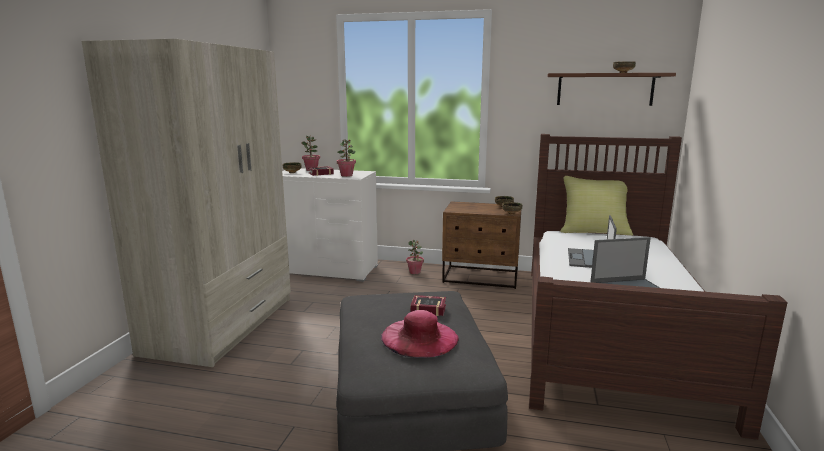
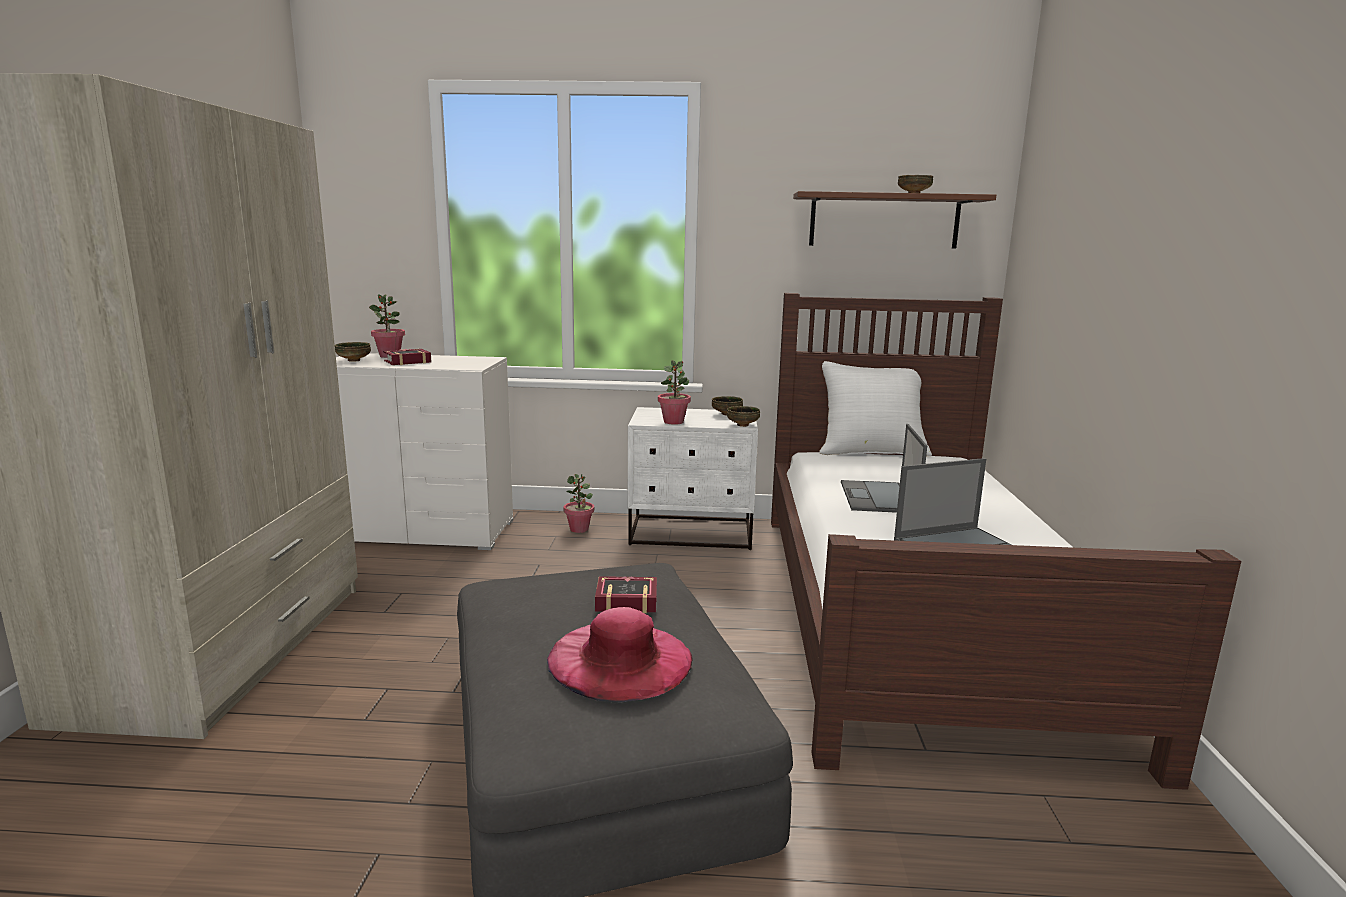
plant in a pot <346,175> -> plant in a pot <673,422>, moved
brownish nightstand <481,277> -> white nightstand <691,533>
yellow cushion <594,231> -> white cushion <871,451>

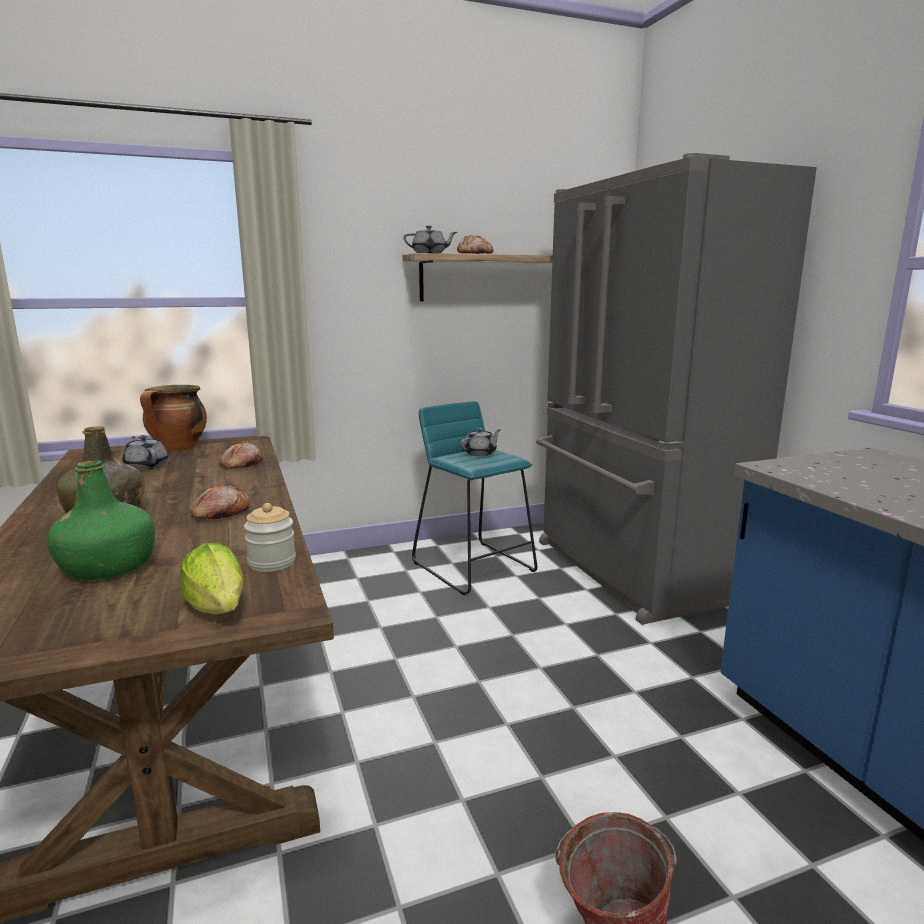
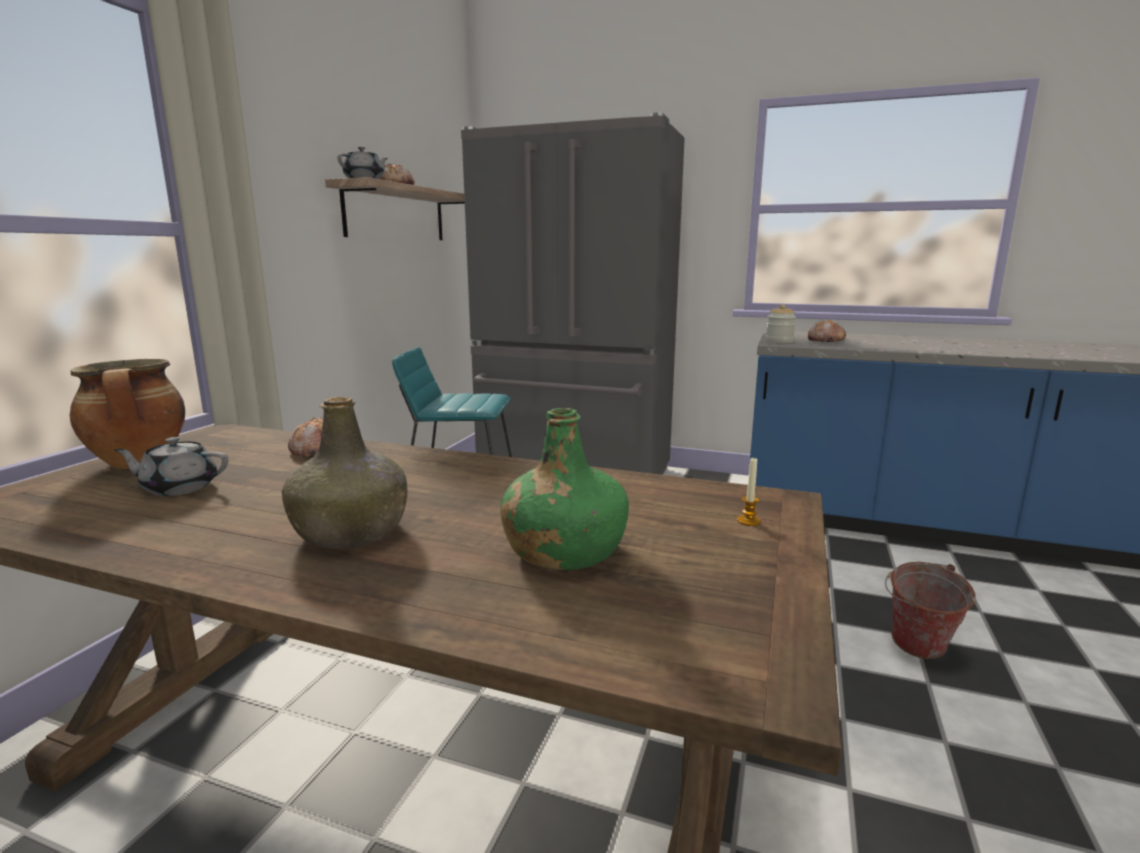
grey tea pot <480,453> -> none
baked bread <220,513> -> baked bread <824,340>, moved
storage jar <272,563> -> storage jar <779,341>, moved
lettuce <218,607> -> wax candle <748,521>

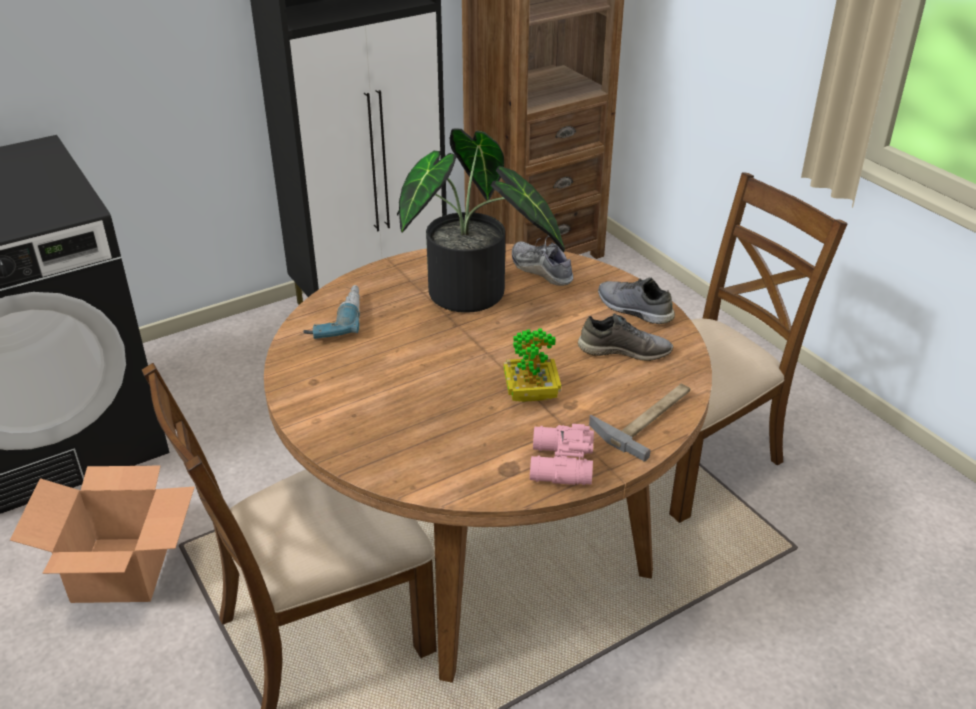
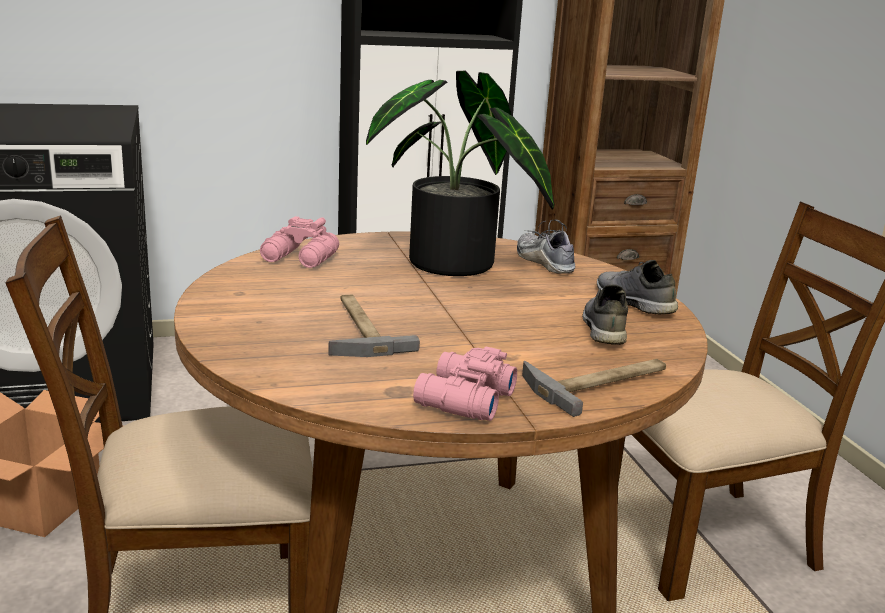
plant in a pot <531,394> -> none
none -> tool hammer <359,328>
electric drill <335,319> -> pink field glasses <300,259>
grey item of footwear <624,350> -> grey item of footwear <603,328>, 105 degrees counterclockwise

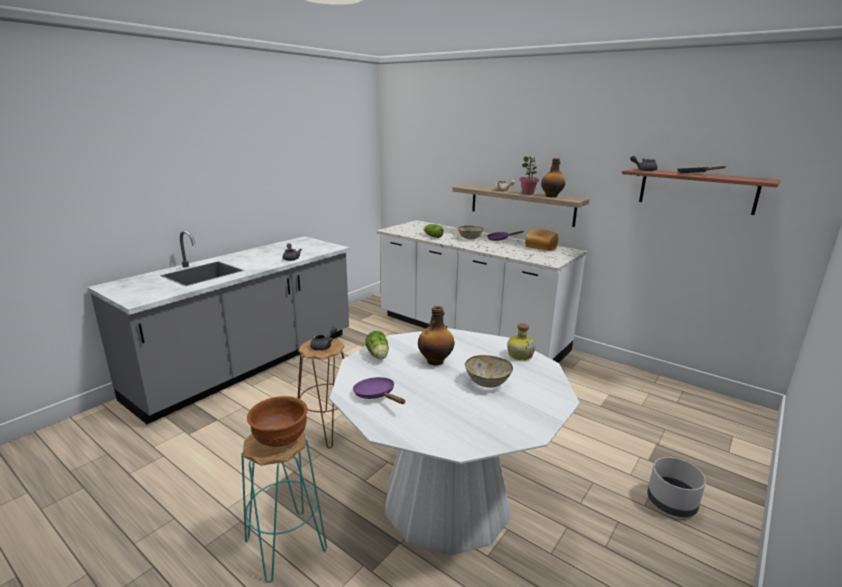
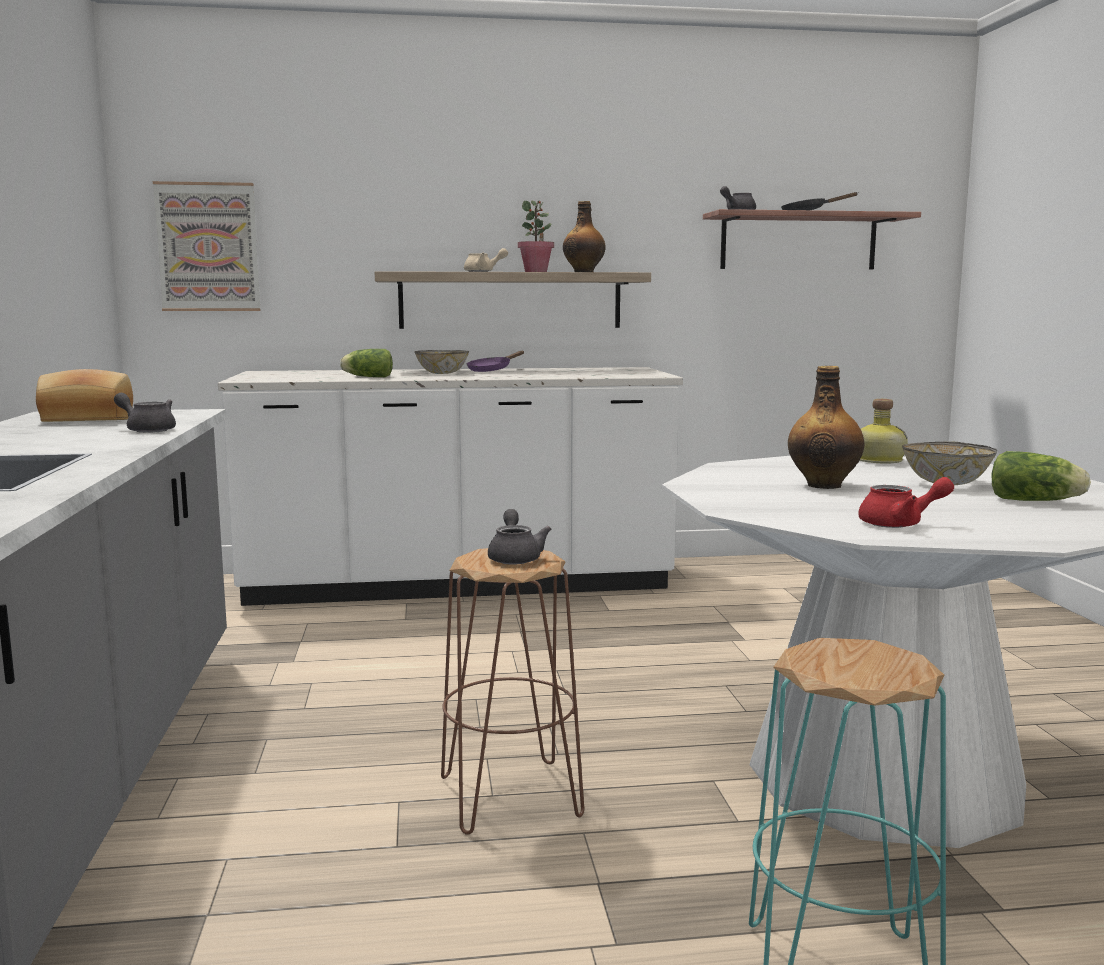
brownish bowl <280,440> -> none
grey planter <672,503> -> none
none -> wall picture <208,247>
lettuce <378,355> -> lettuce <1037,501>, moved
baked bread <540,247> -> baked bread <87,419>, moved
purple-coloured frying pan <377,395> -> red tea pot <900,524>

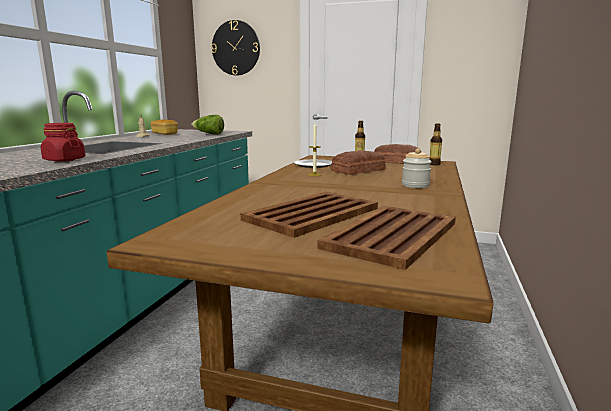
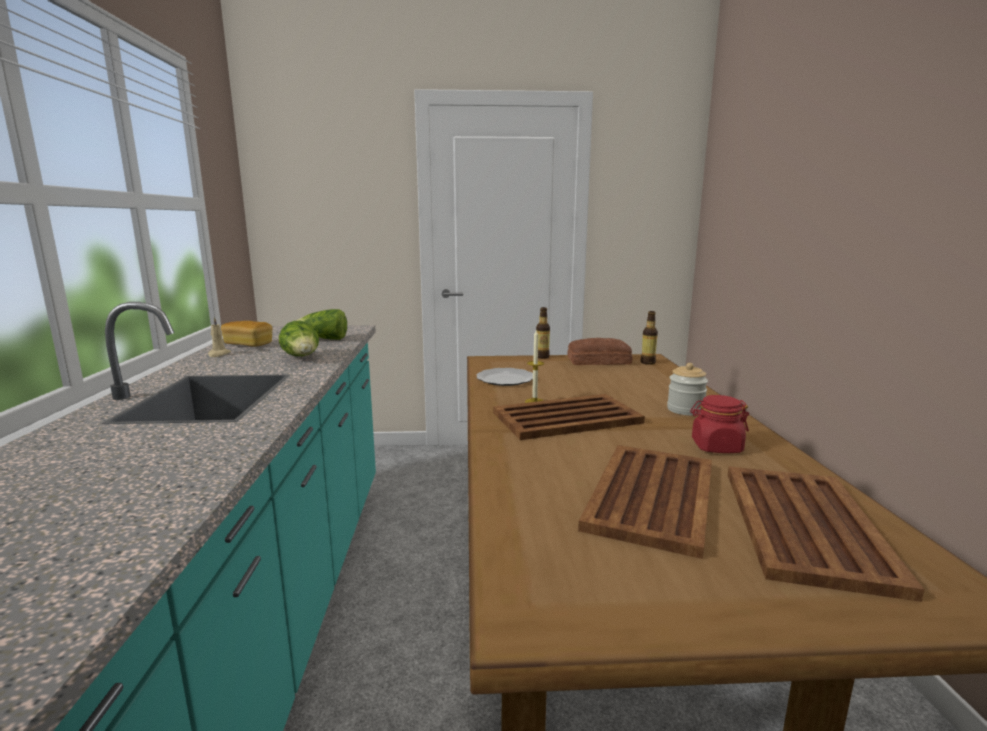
wall clock <236,48> -> none
baked bread <359,170> -> none
none -> lettuce <302,357>
none -> brownish serving tray <568,418>
red storage jar <64,160> -> red storage jar <716,447>, moved

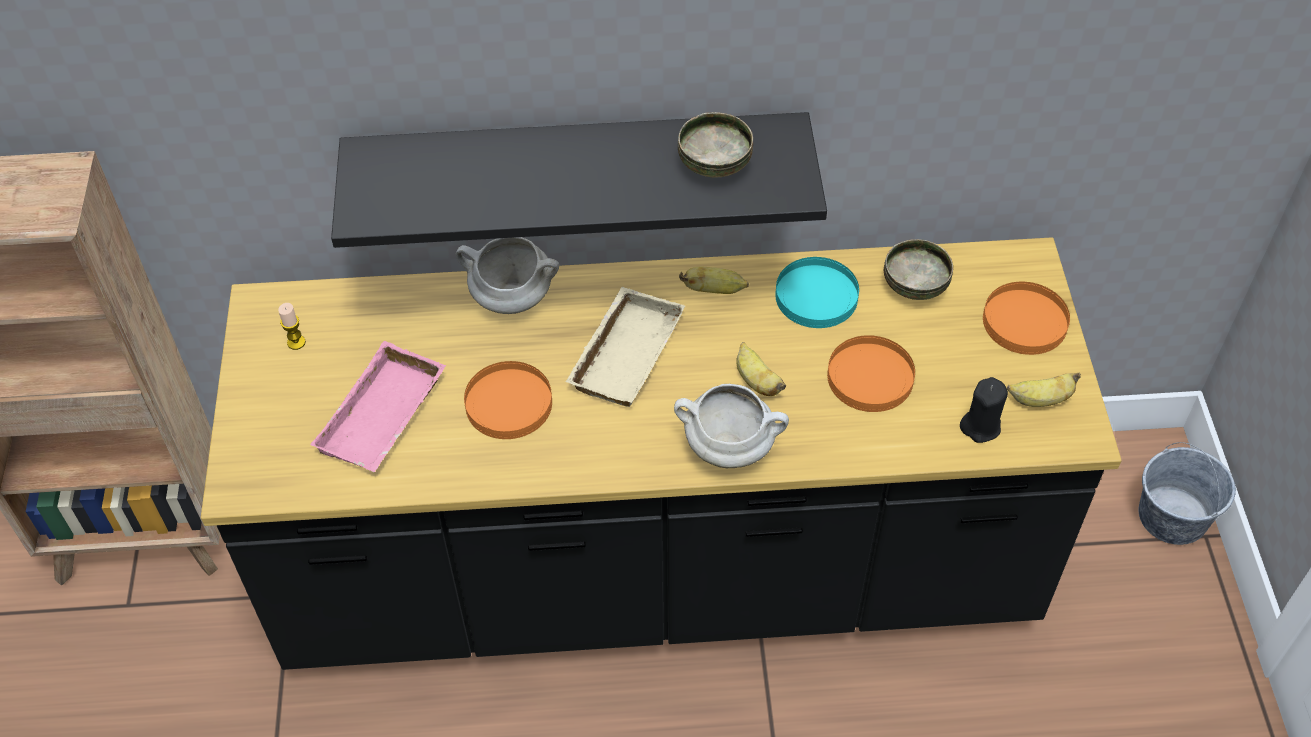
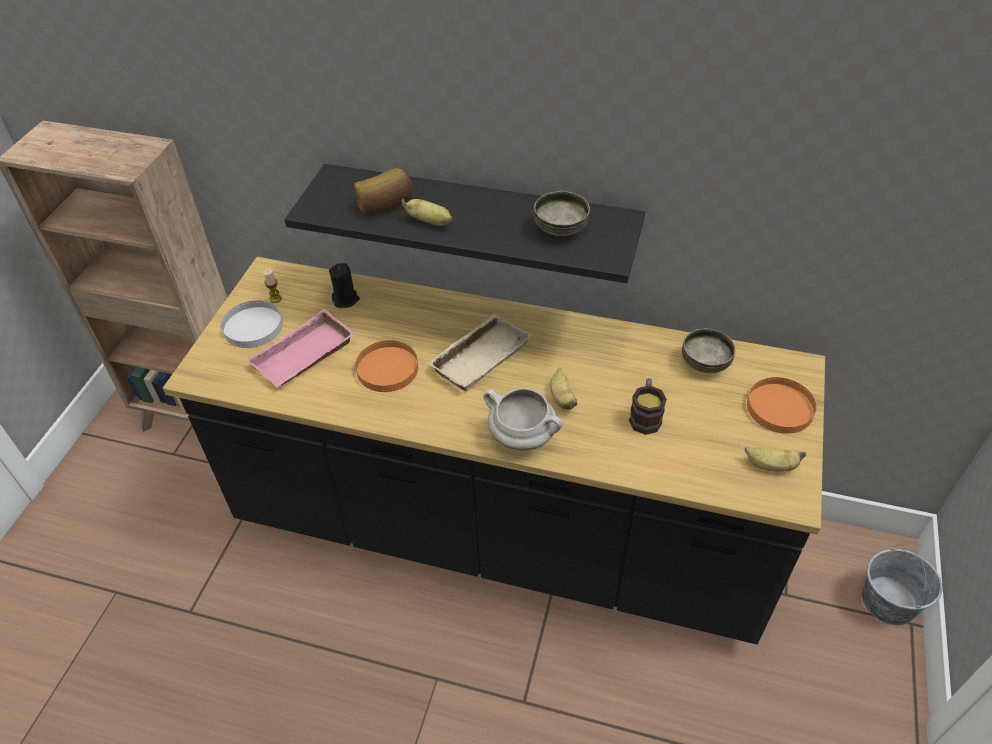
white stockpot <510,298> -> none
turquoise flat dish <816,296> -> none
none -> white flat dish <253,326>
none -> baked bread <386,205>
banana <714,290> -> banana <430,222>, moved
black wax candle <980,426> -> black wax candle <346,299>, moved
orangey flat dish <869,377> -> mug <645,416>

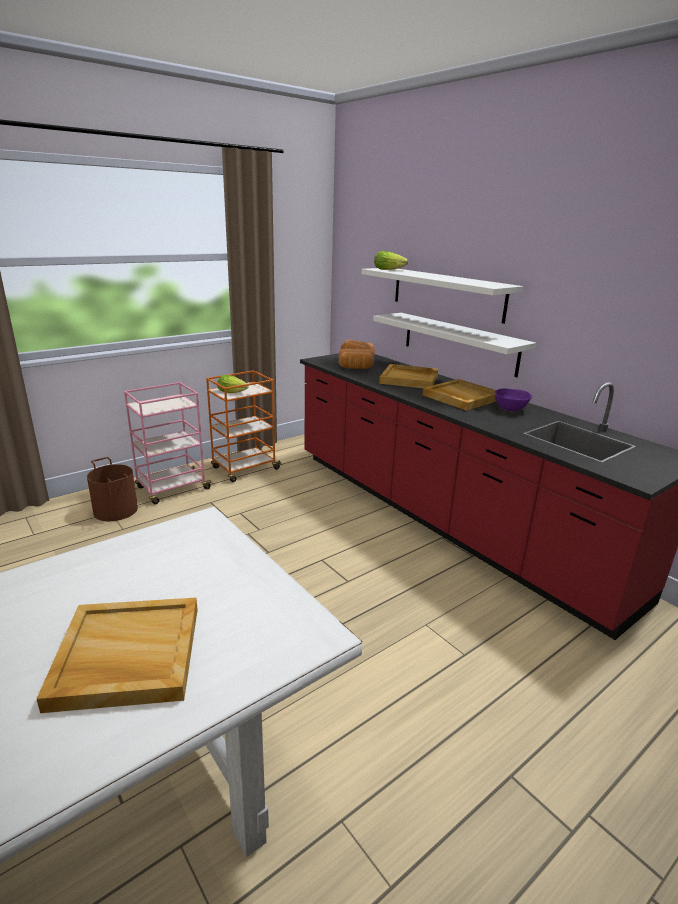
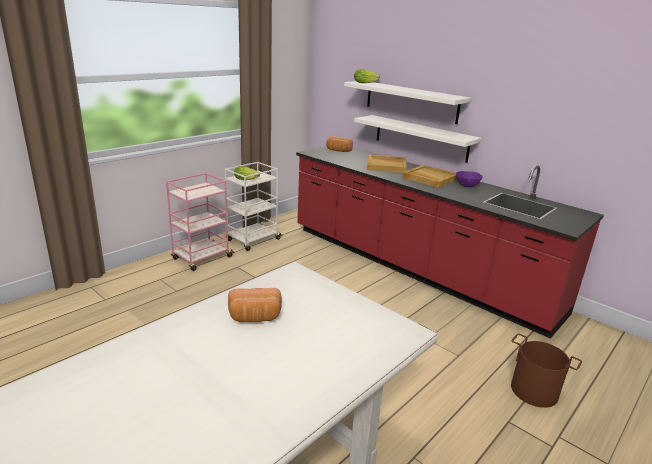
beige serving tray <126,656> -> none
brownish bucket <116,510> -> brownish bucket <534,390>, moved
baked bread <355,368> -> baked bread <255,317>, moved
orangey trolley <244,469> -> white trolley <253,240>

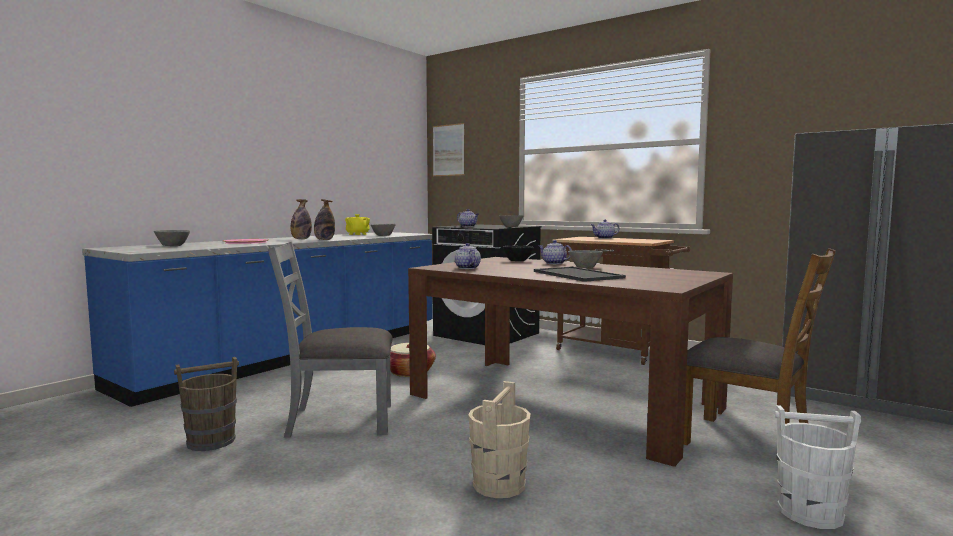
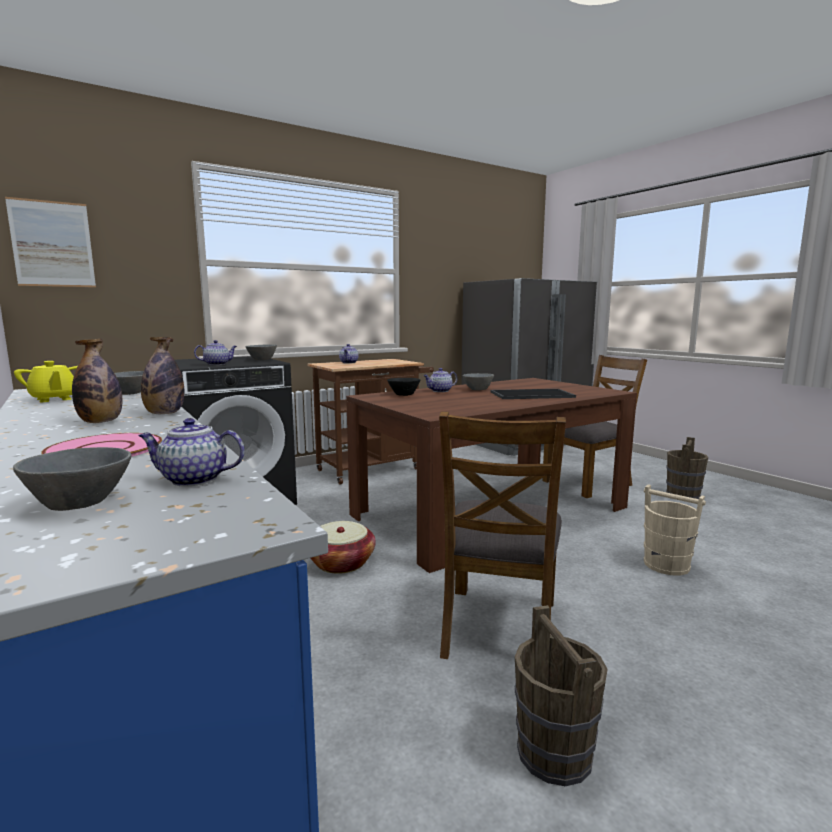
tea pot <467,268> -> tea pot <192,480>, moved
grey chair <339,420> -> brownish chair <499,627>
white bucket <811,513> -> brownish bucket <683,495>

